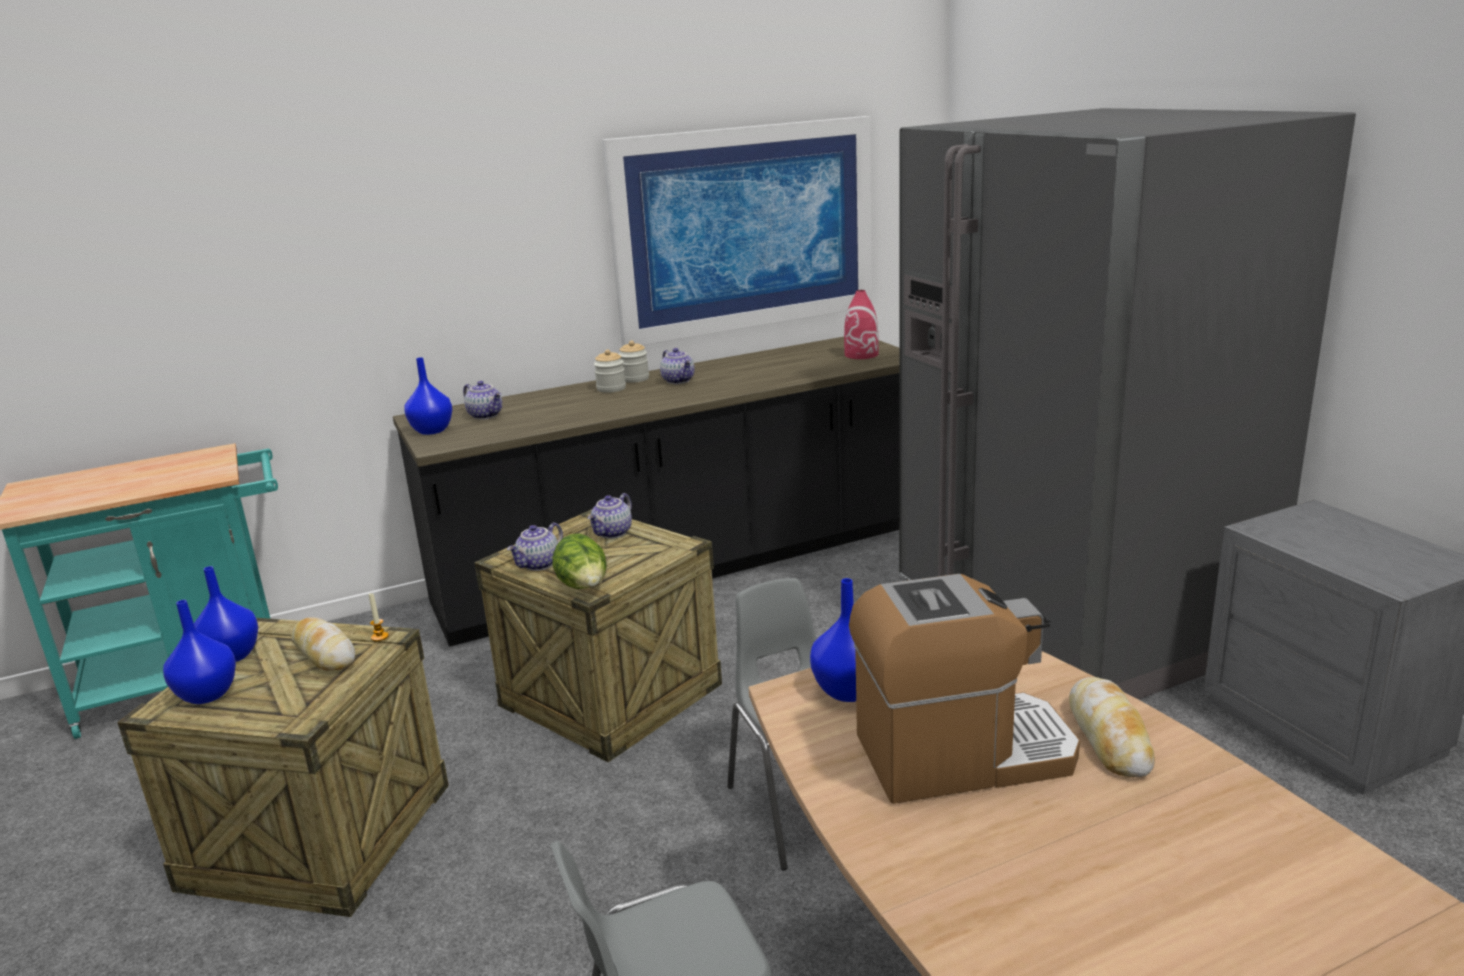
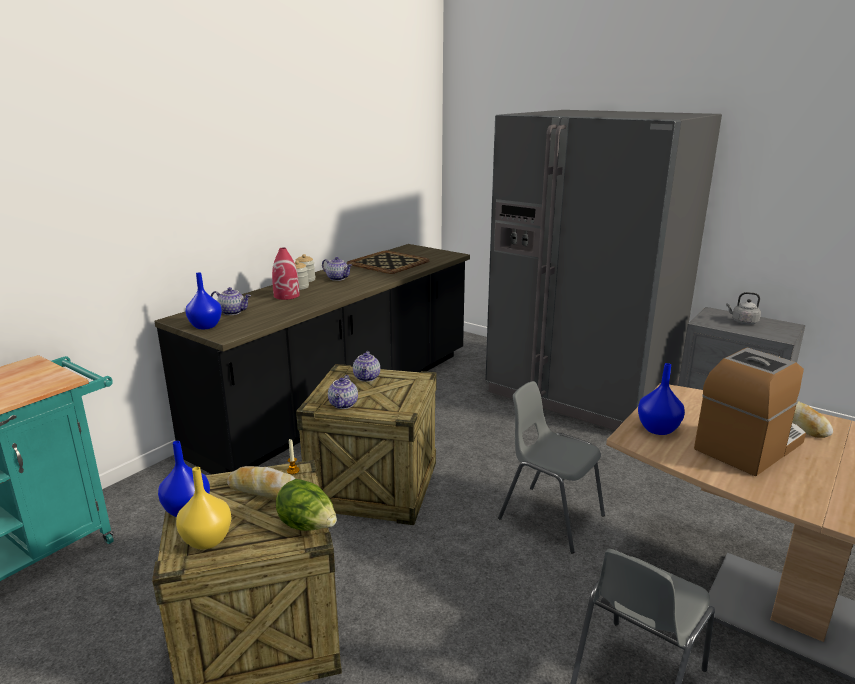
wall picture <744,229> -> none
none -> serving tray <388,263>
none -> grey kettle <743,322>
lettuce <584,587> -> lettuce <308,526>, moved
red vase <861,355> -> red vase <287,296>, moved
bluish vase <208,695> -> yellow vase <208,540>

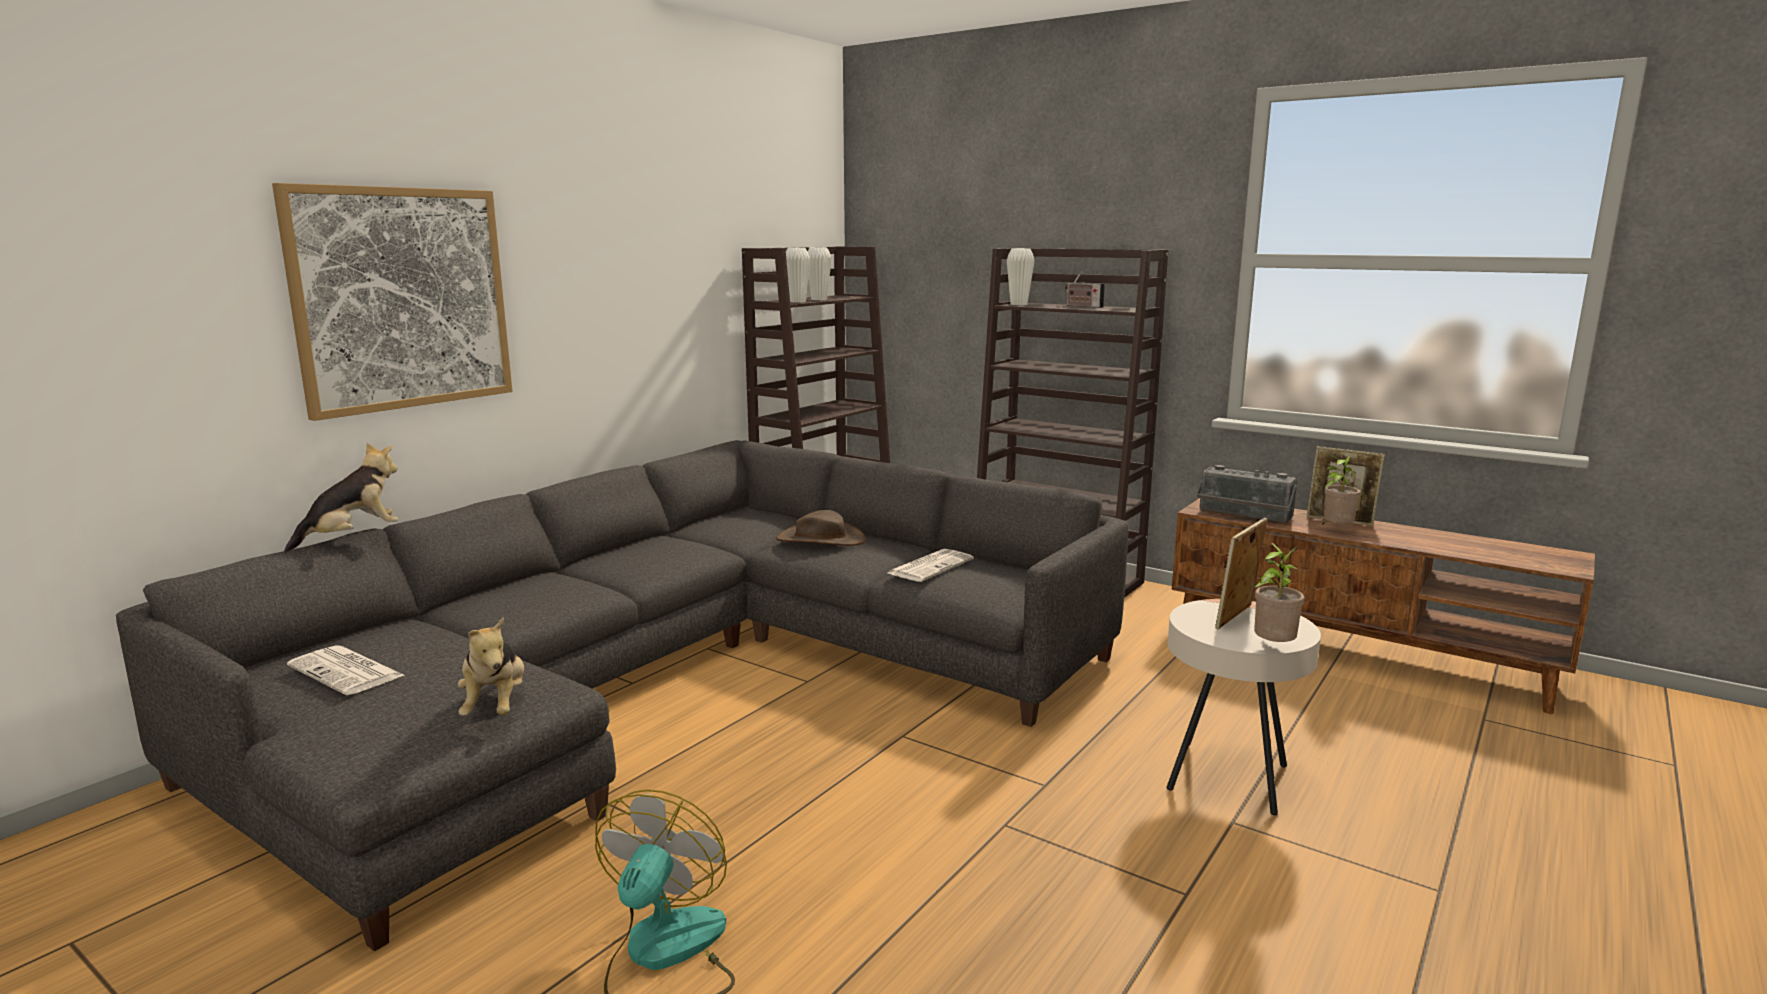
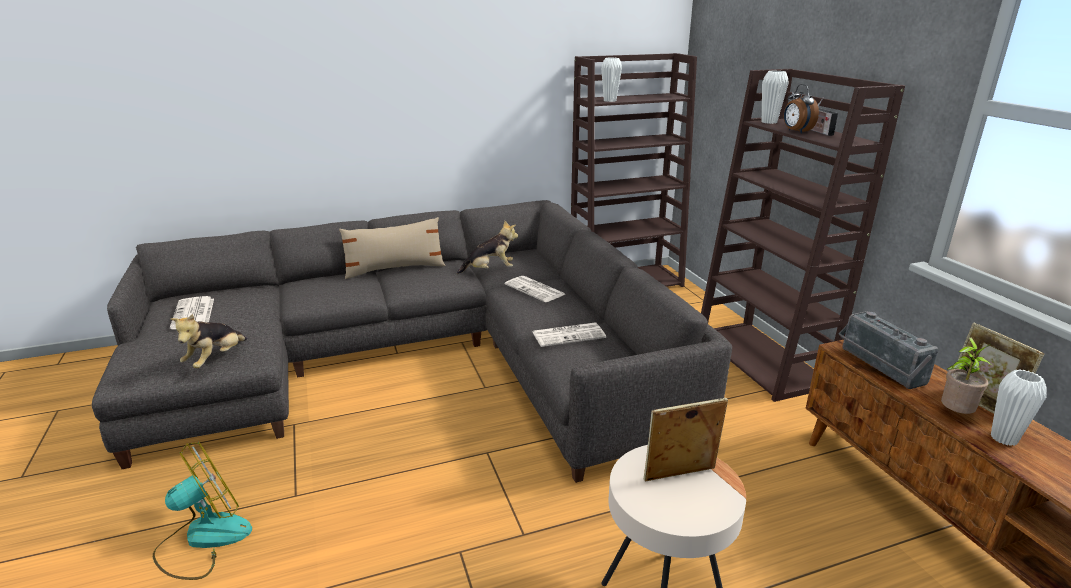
wall picture <402,298> -> none
plant in a pot <1272,648> -> none
none -> beige cushion <395,269>
none -> alarm clock <796,131>
soft toy <352,537> -> soft toy <490,270>, moved
white vase <819,299> -> white vase <1004,438>, moved
brownish hat <820,539> -> newspaper <536,290>

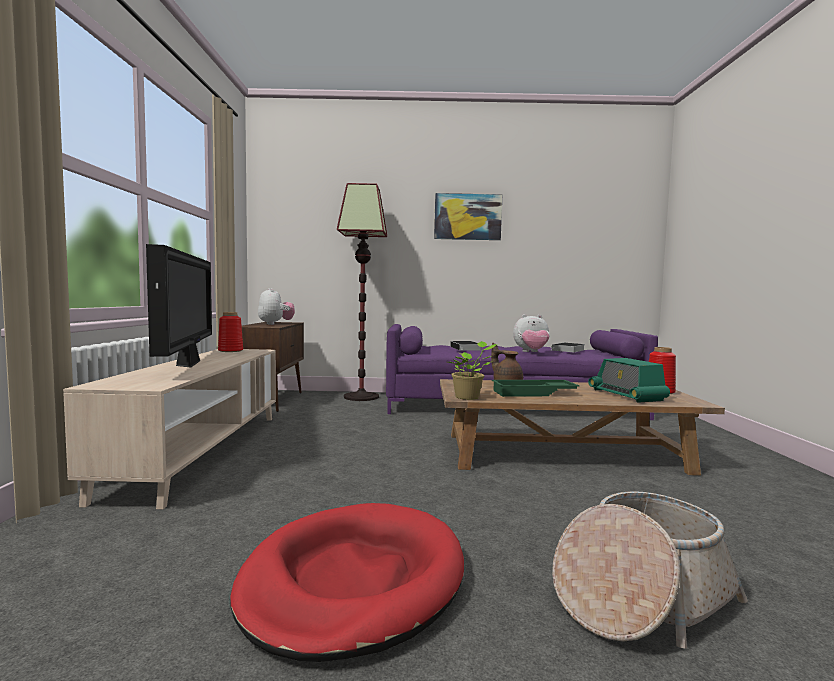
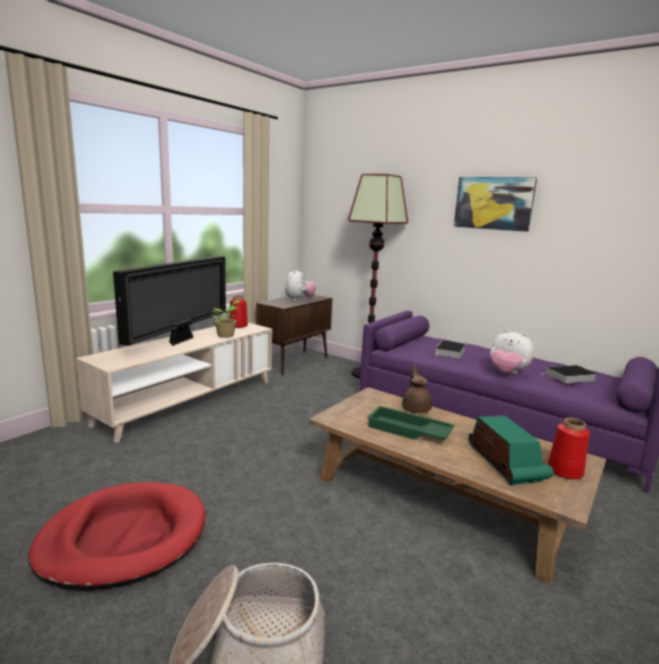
plant in a pot <469,397> -> plant in a pot <226,336>, moved
radio <626,395> -> radio <505,463>, 150 degrees clockwise

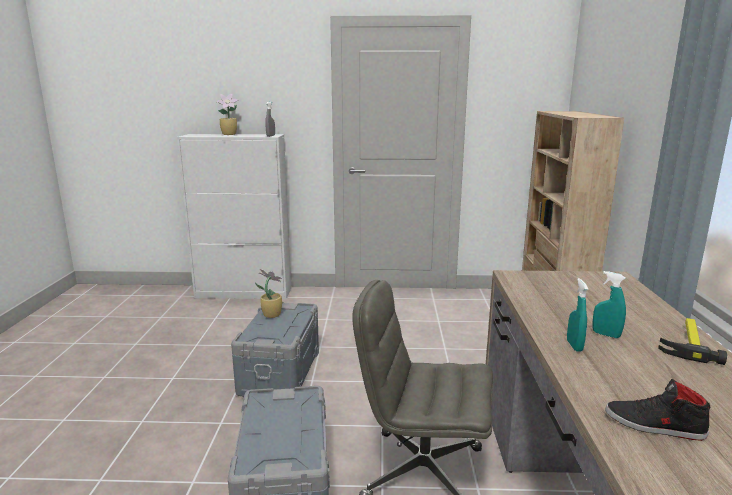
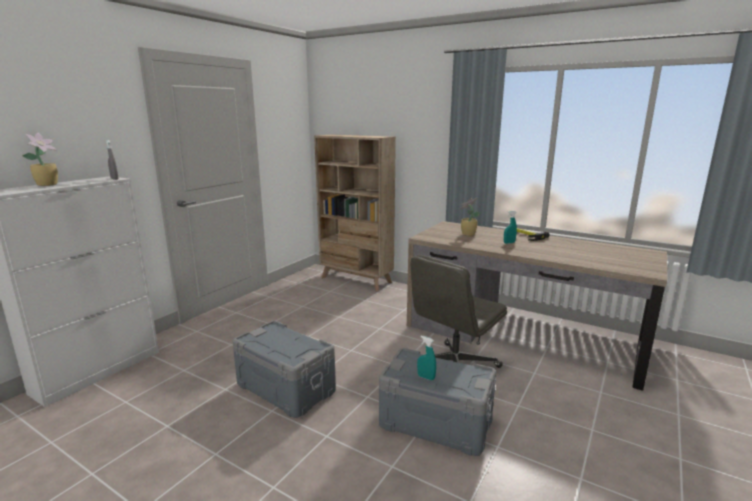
black item of footwear <654,425> -> none
plant in a pot <271,314> -> plant in a pot <467,234>, moved
turquoise sprayer <574,346> -> turquoise sprayer <426,377>, moved

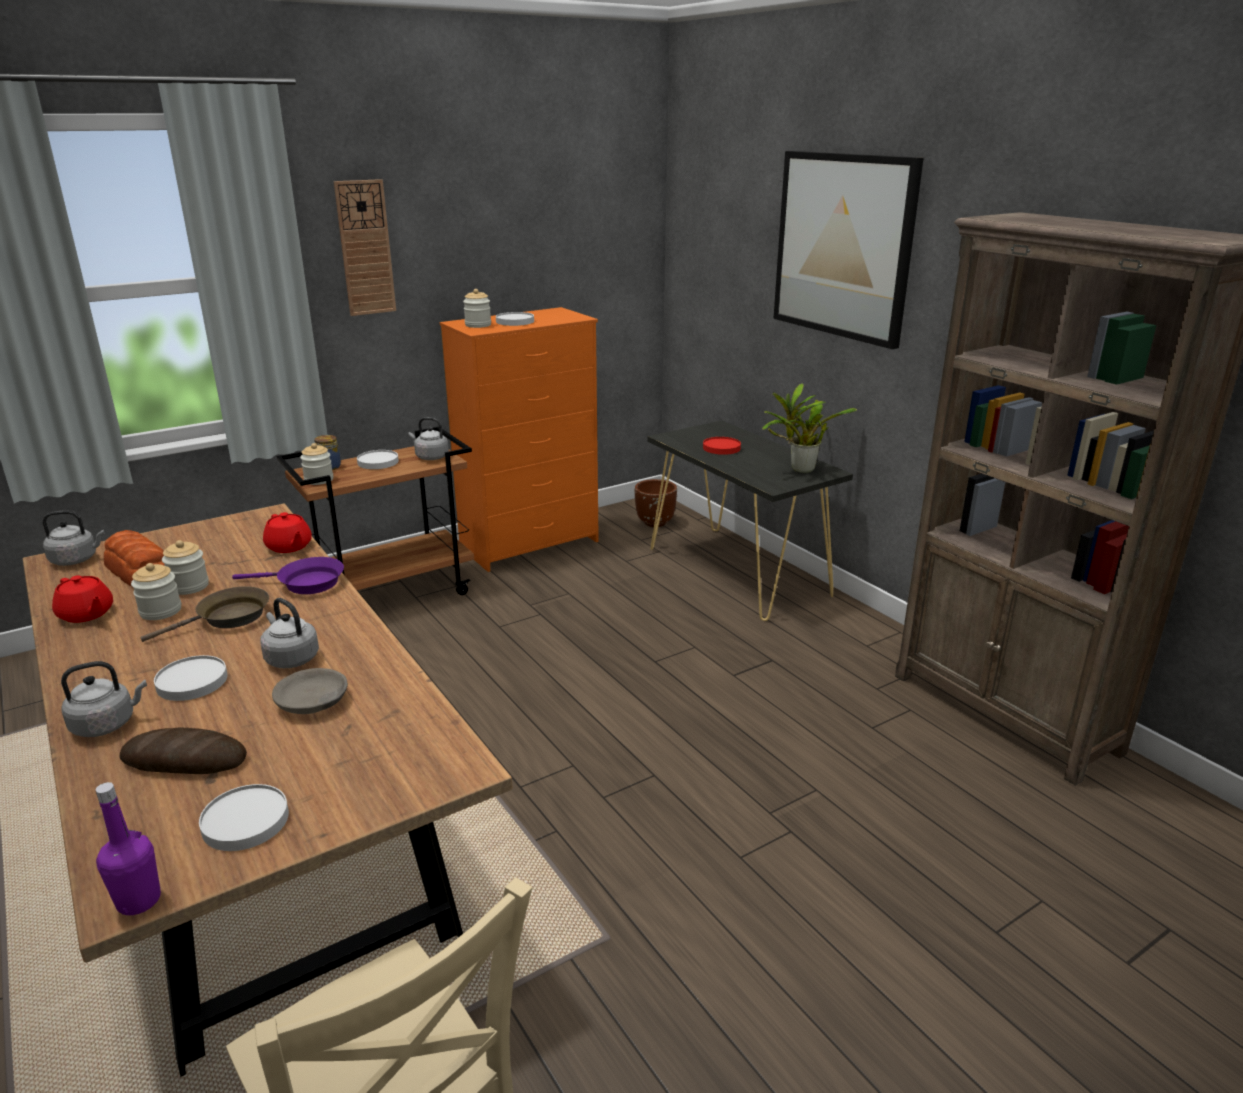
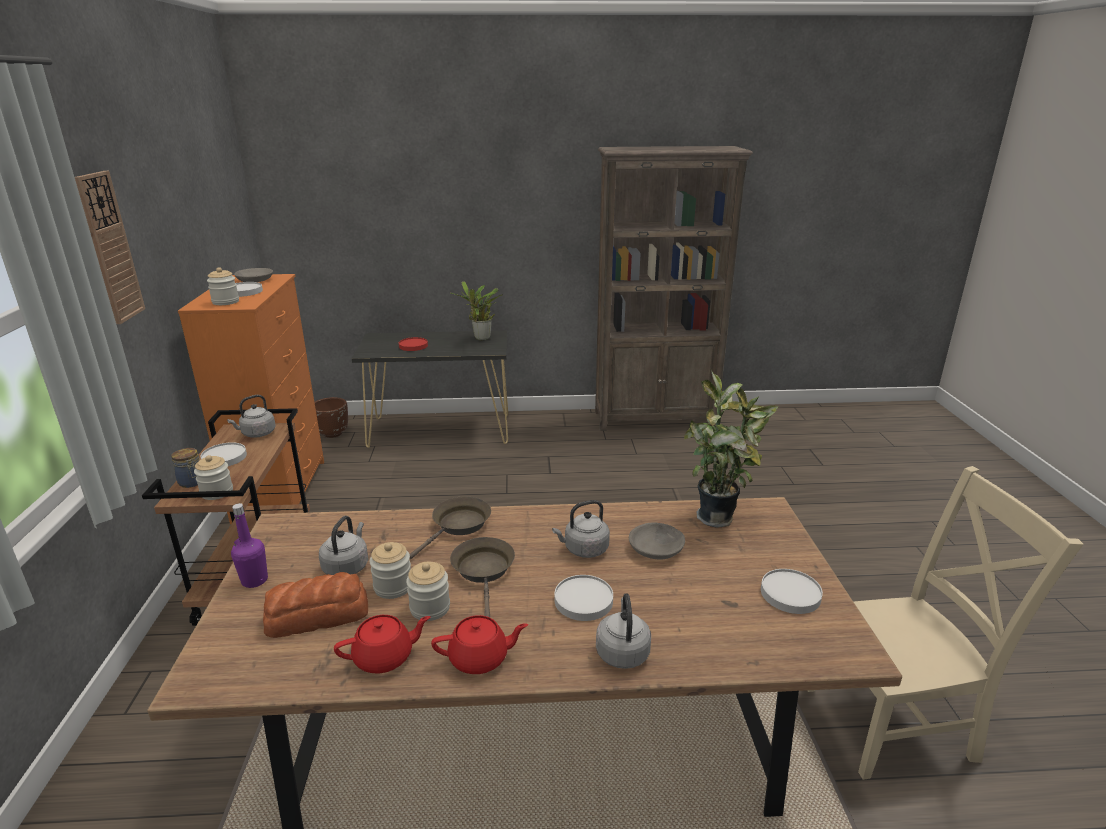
baked bread <185,759> -> none
wall picture <843,246> -> none
none -> grey bowl <254,280>
none -> plant in a pot <719,518>
grey kettle <76,560> -> grey kettle <347,566>, moved
purple-coloured beverage bottle <139,900> -> purple-coloured beverage bottle <254,580>, moved
red tea pot <289,547> -> red tea pot <480,658>, moved
purple-coloured frying pan <305,583> -> brownish frying pan <458,526>

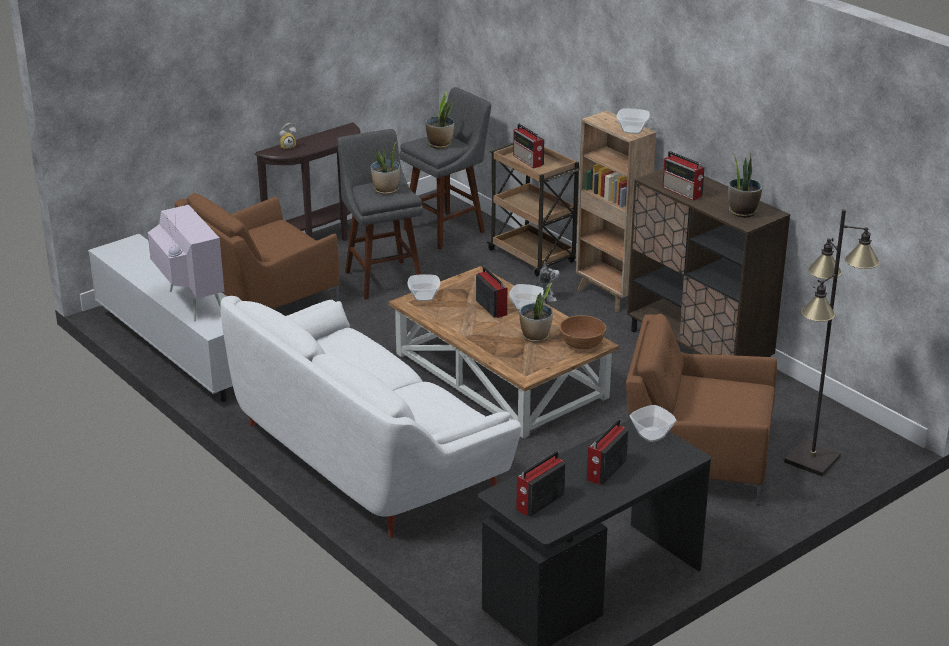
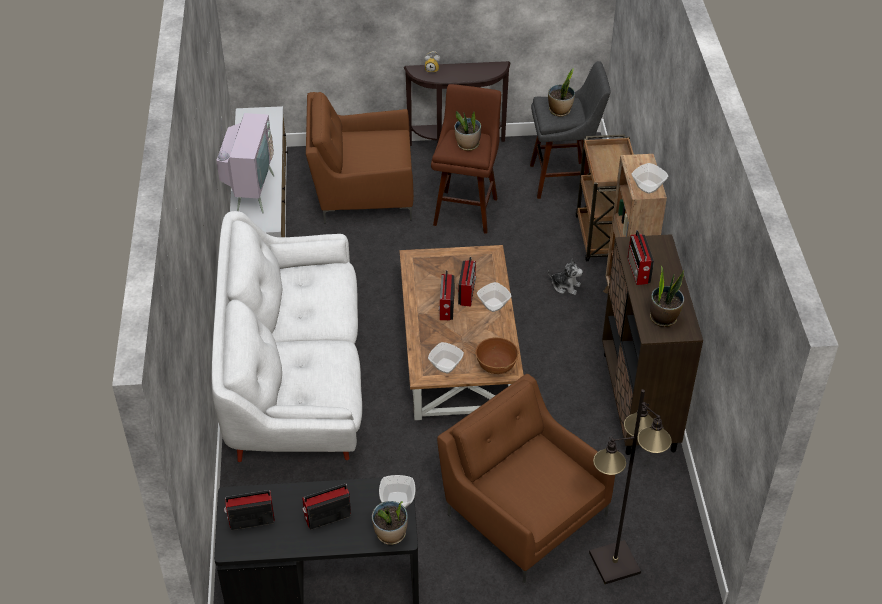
bowl <423,296> -> bowl <445,365>, moved
radio <528,161> -> radio <446,307>, moved
plant in a pot <535,337> -> plant in a pot <391,534>, moved
grey stool seat <382,278> -> brownish stool seat <466,209>

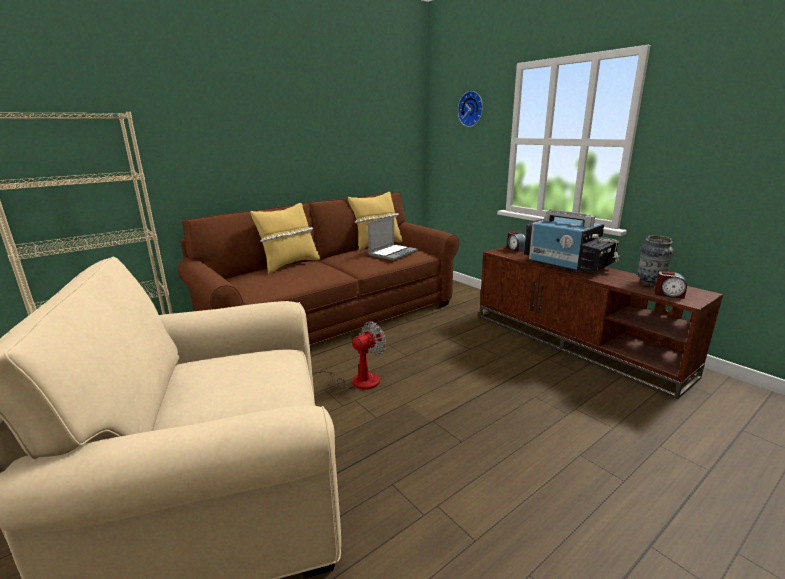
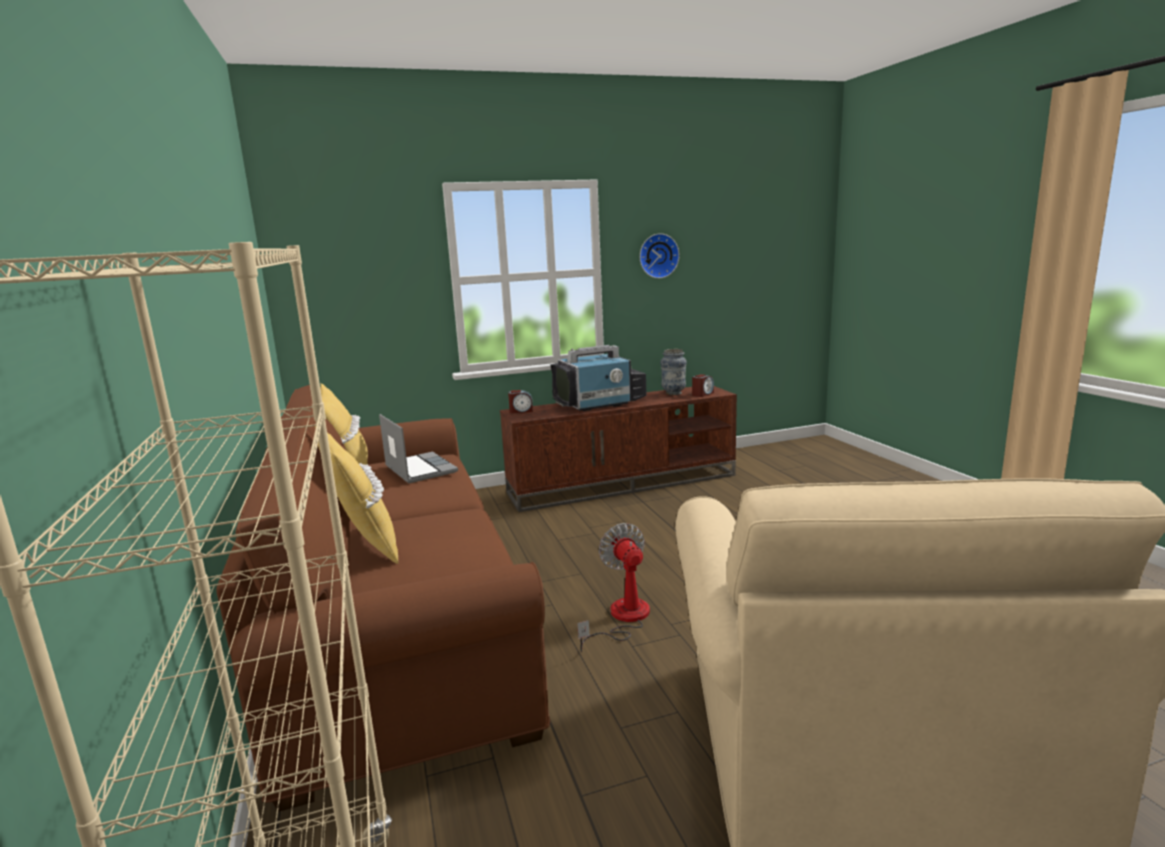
wall clock <471,109> -> wall clock <658,256>, moved

